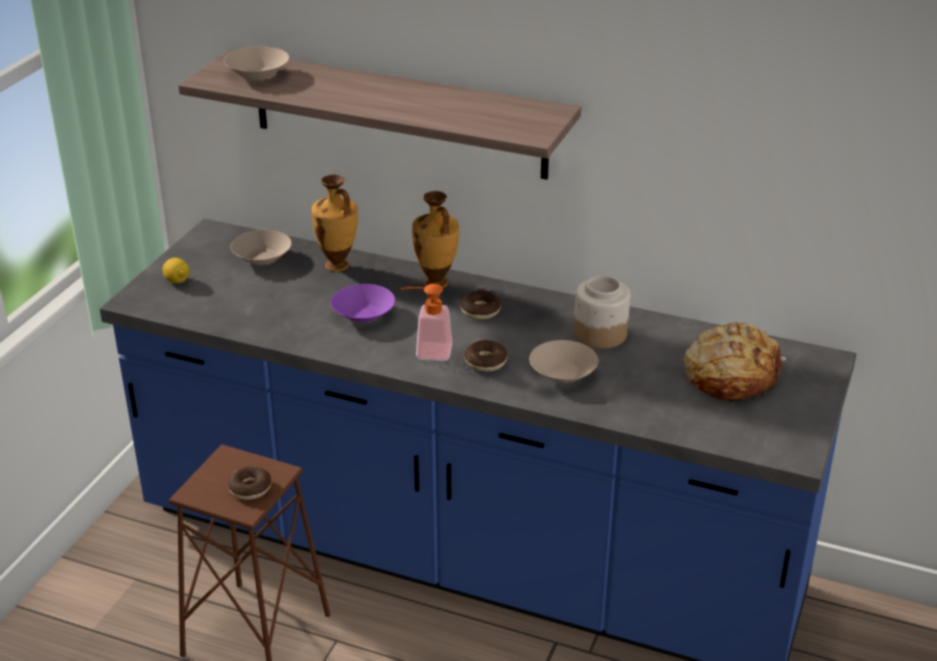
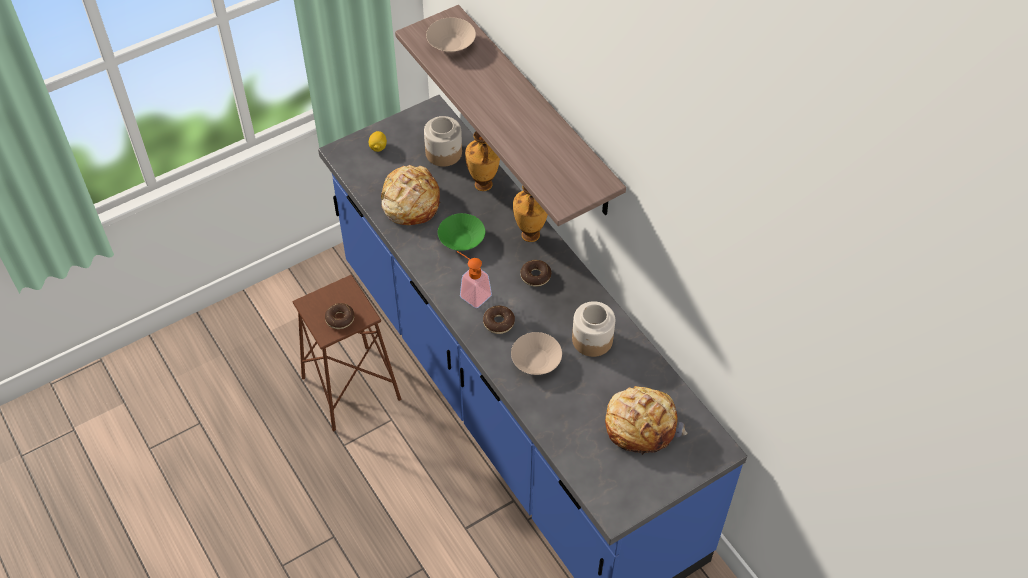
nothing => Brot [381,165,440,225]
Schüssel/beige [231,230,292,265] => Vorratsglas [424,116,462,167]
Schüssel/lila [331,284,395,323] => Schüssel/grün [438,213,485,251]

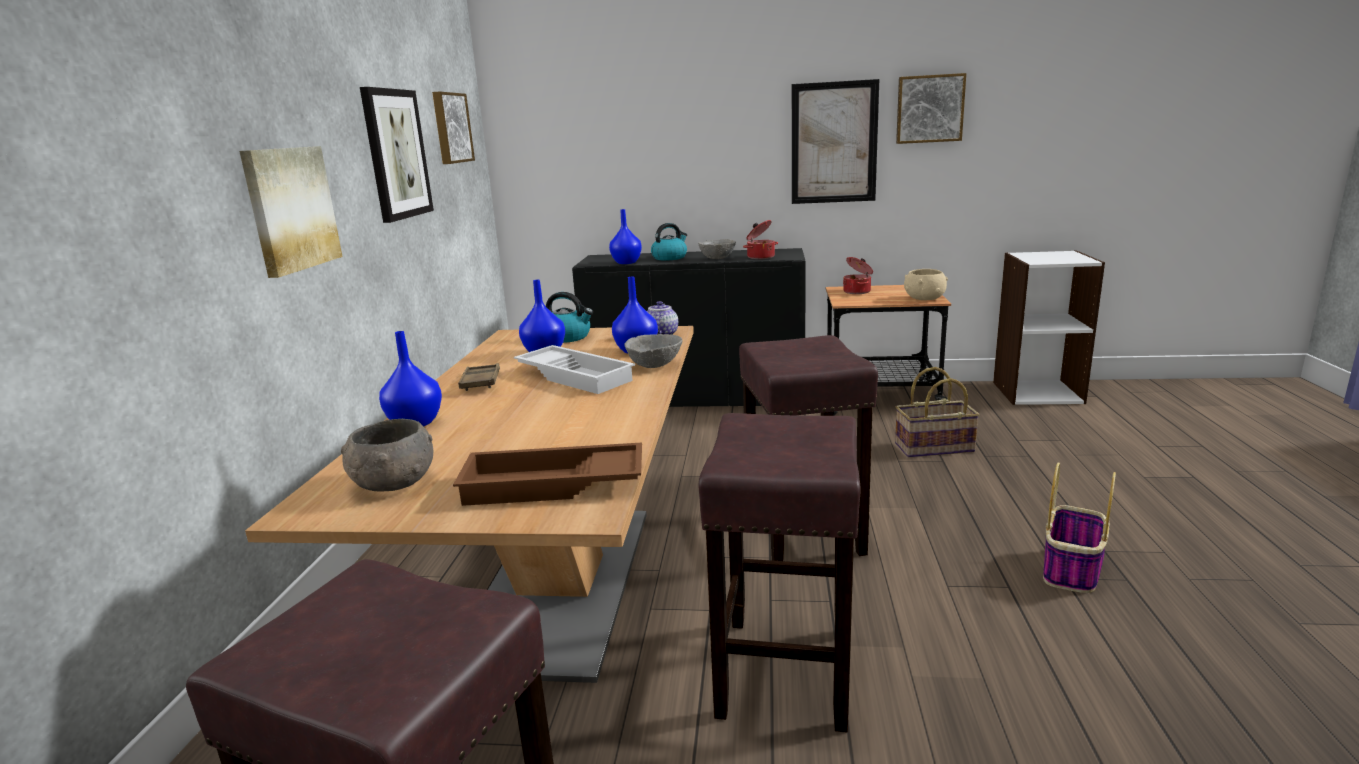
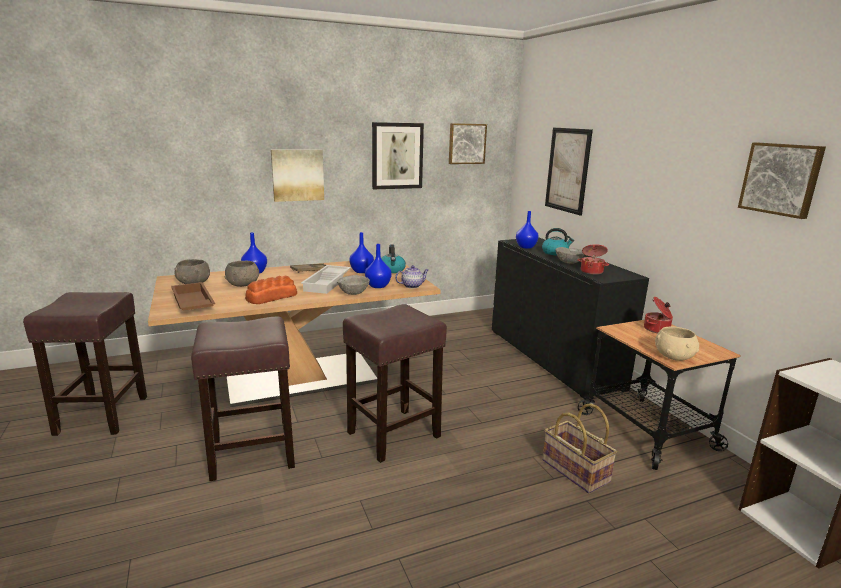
nothing => Schüssel/grau [225,261,259,287]
nothing => Brot [245,276,297,304]
Bild [792,79,879,204] => Bild [545,128,593,216], relocated
Korb [1043,462,1116,593] => nothing

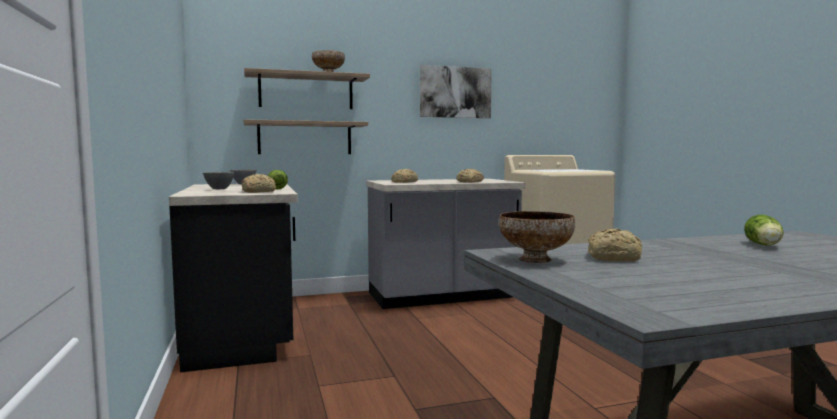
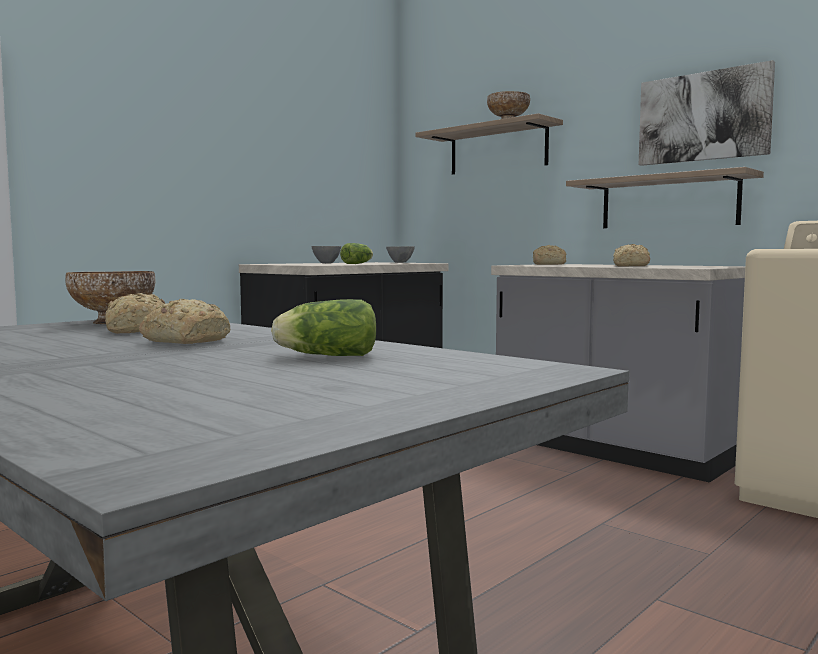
Brot [241,174,276,193] => Brot [139,299,230,344], relocated
Wandregal [243,119,368,154] => Wandregal [566,167,764,228], relocated

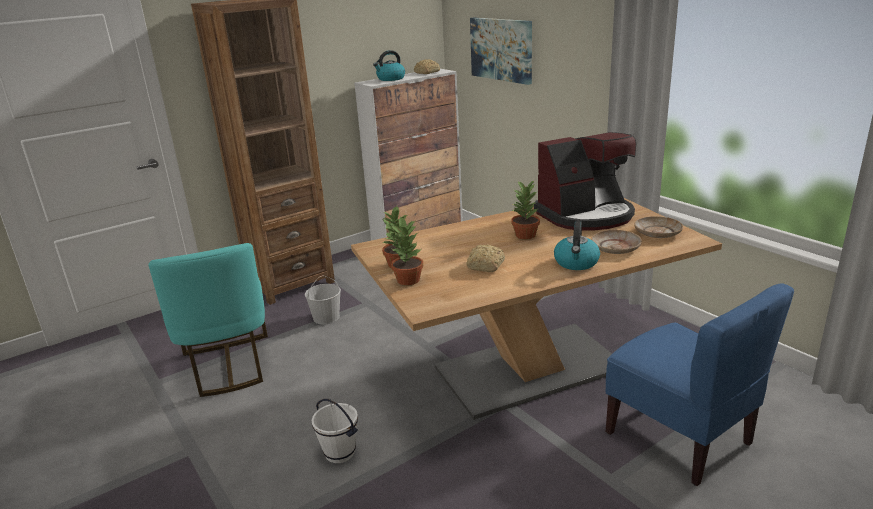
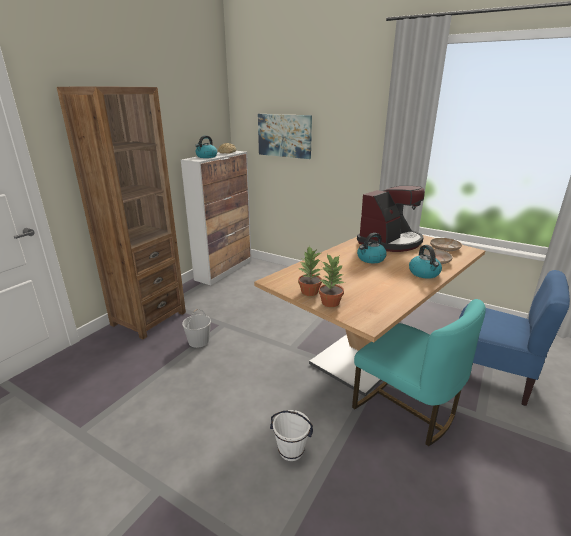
Stuhl/türkis [148,243,268,397] => Stuhl/türkis [352,299,486,446], relocated
Topfpflanze [511,180,540,239] => Wasserkessel [357,233,387,263]
Brot [466,245,505,272] => nothing

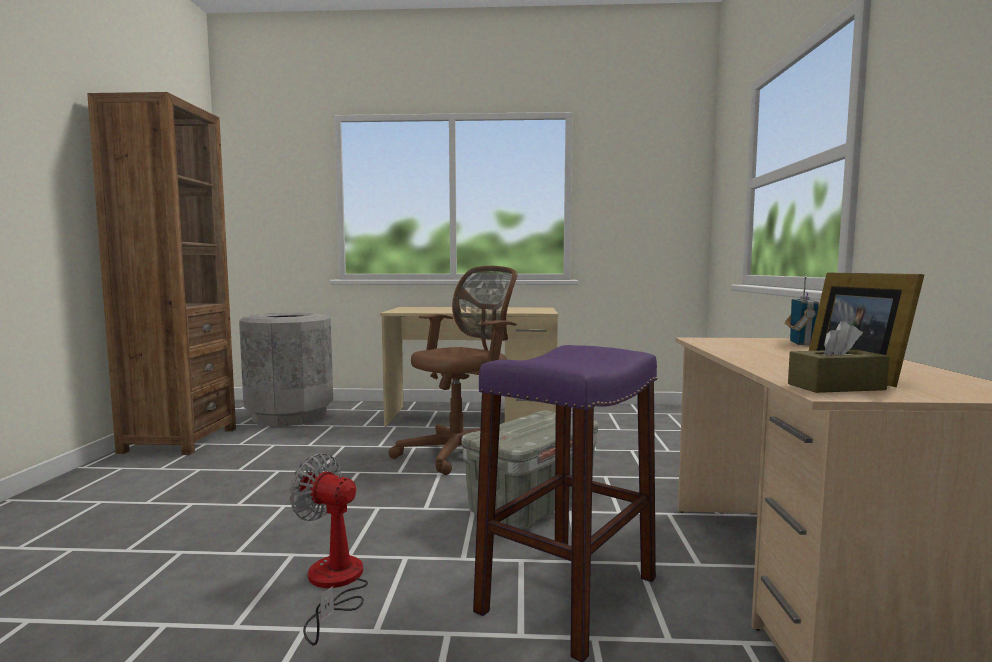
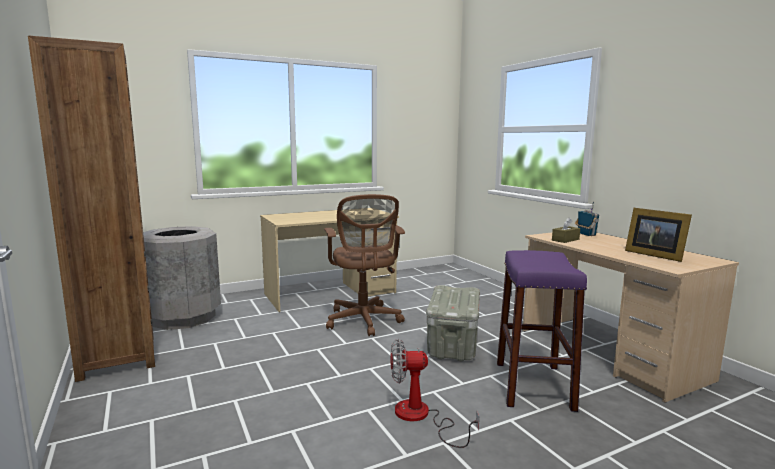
Bürostuhl/braun [388,266,518,475] => Bürostuhl/braun [324,194,405,336], 150 degrees clockwise
Taschentuchbox/braun [788,321,889,393] => Taschentuchbox/braun [552,217,580,243], relocated

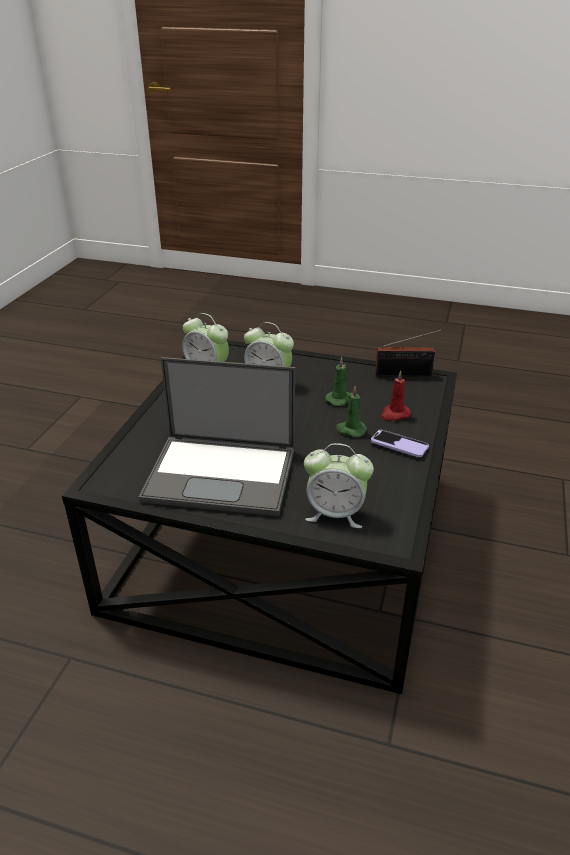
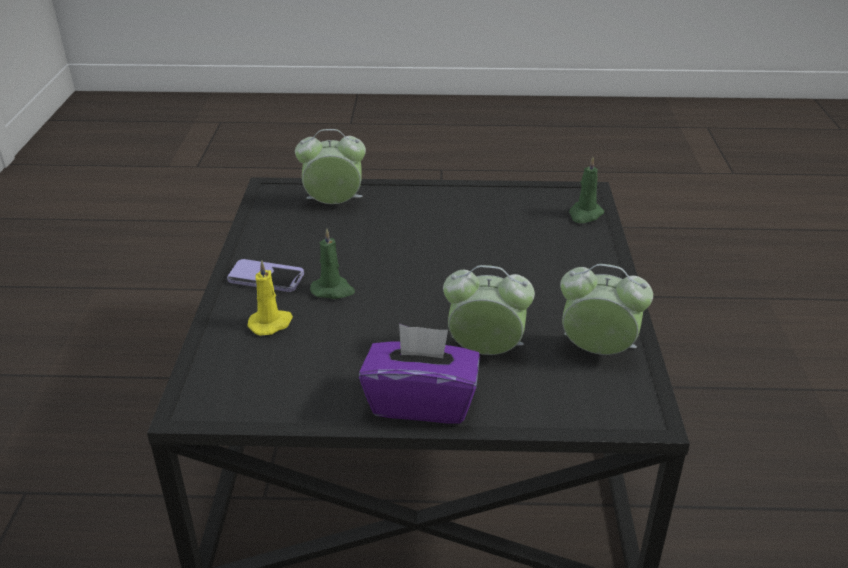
Kerze/rot [381,370,410,421] => Kerze/gelb [248,261,293,336]
nothing => Taschentuchbox/lila [359,324,480,423]
Kerze/grün [326,357,350,406] => Kerze/grün [569,157,604,223], relocated
Laptop [139,357,295,516] => nothing
Radio [375,329,444,377] => nothing

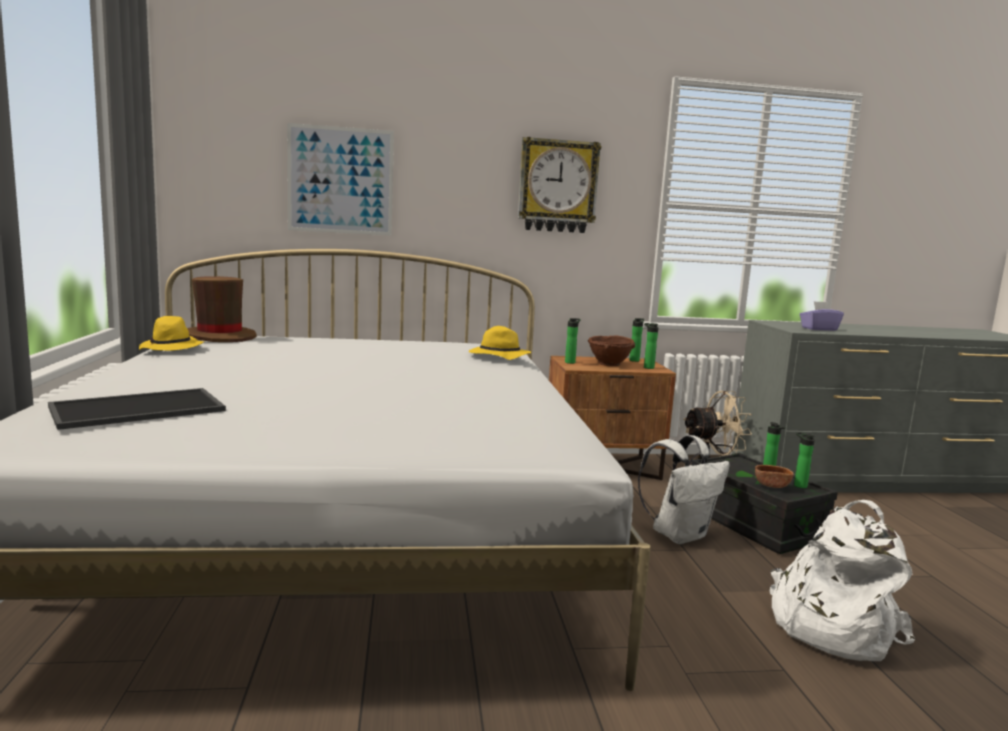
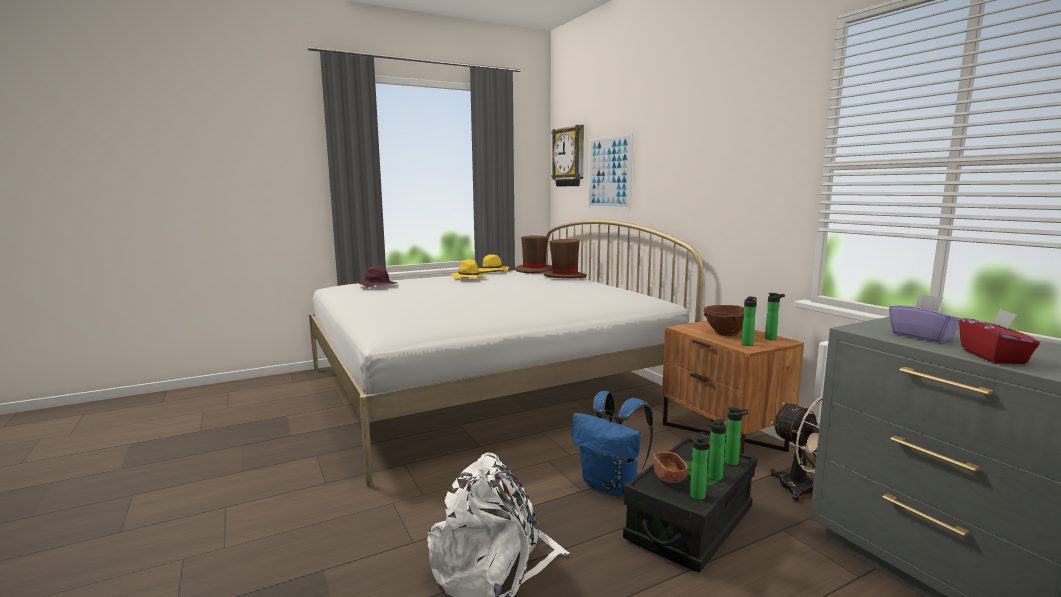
Tablett [48,388,226,430] => Hut/lila [356,265,397,288]
Hut/gelb [469,326,531,360] => Hut/gelb [451,259,486,279], relocated
nothing => Hut/braun [544,239,587,279]
Wanduhr [518,137,601,233] => Wanduhr [551,125,584,186], relocated
Rucksack/weiß [638,435,730,544] => Rucksack/blau [572,391,653,496]
Flasche [565,318,581,364] => Flasche [724,407,748,465], relocated
nothing => Taschentuchbox/rot [959,309,1040,364]

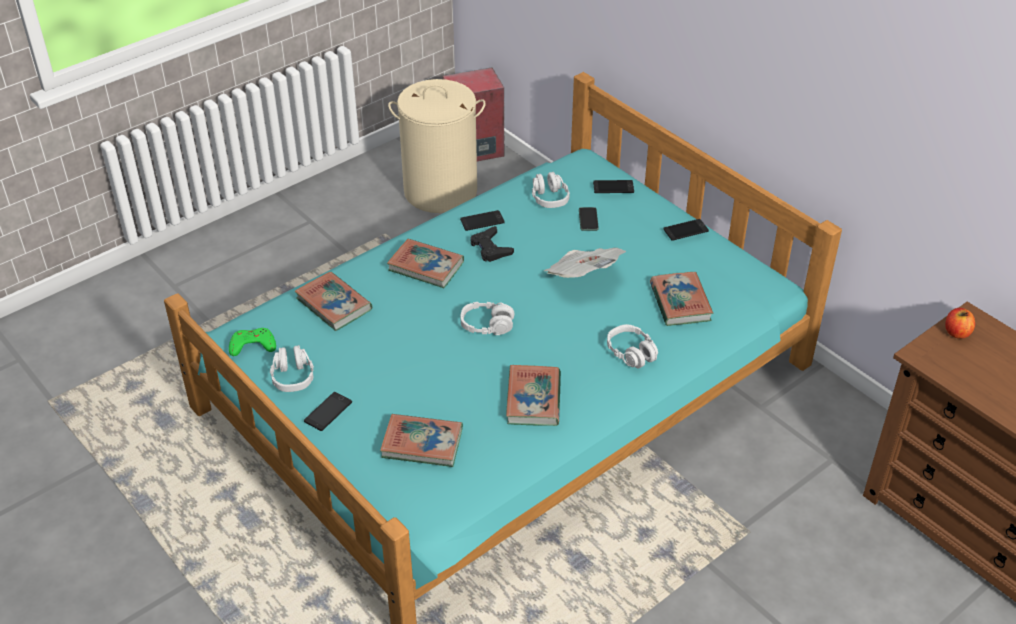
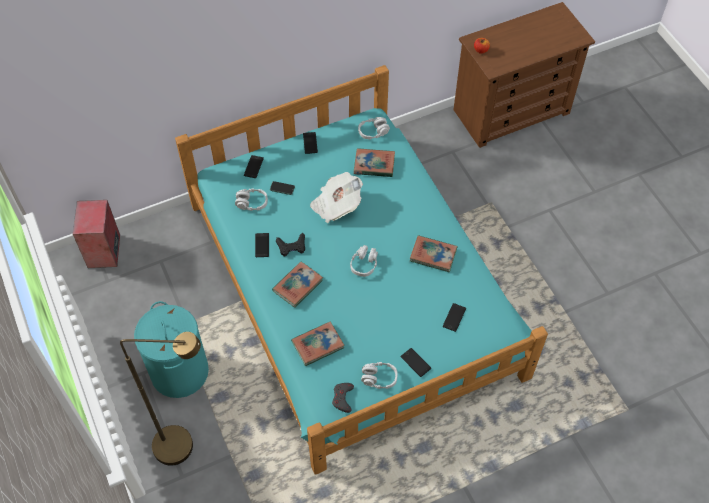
nothing => Stehlampe/braun [120,332,201,466]
nothing => Wäschekorb/türkis [134,301,209,398]
Gamepad/grün [229,328,276,356] => Gamepad/grau [332,383,354,413]
Kopfhörer/grau [607,324,658,369] => Kopfhörer/grau [358,117,390,139], relocated
Buch [380,414,463,467] => Handy [443,303,466,332]
Wäschekorb/beige [388,79,486,213] => nothing

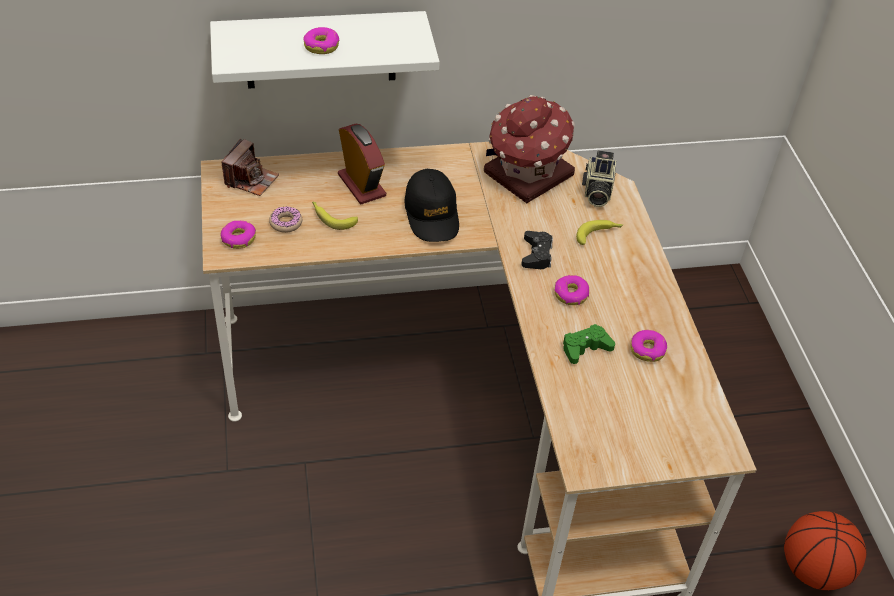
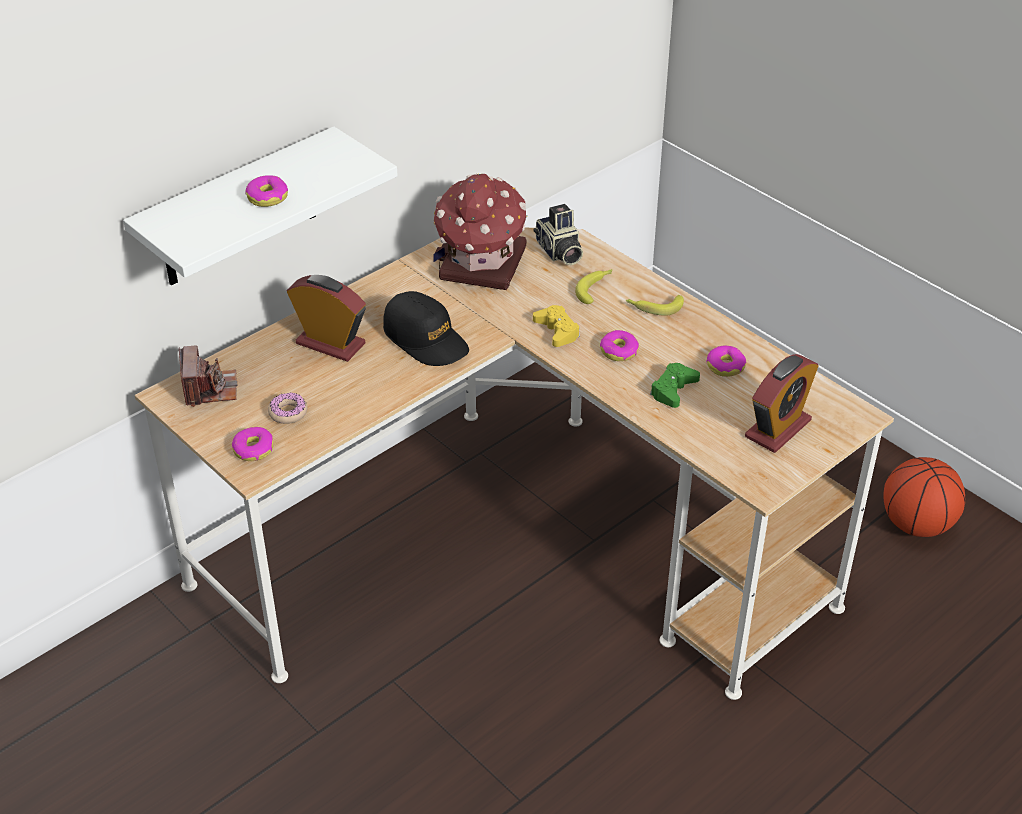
Gamepad/schwarz [521,231,553,269] => Gamepad/gelb [533,305,580,347]
Banane [312,202,358,230] => Banane [626,295,684,316], relocated
nothing => Wecker [745,354,818,453]

